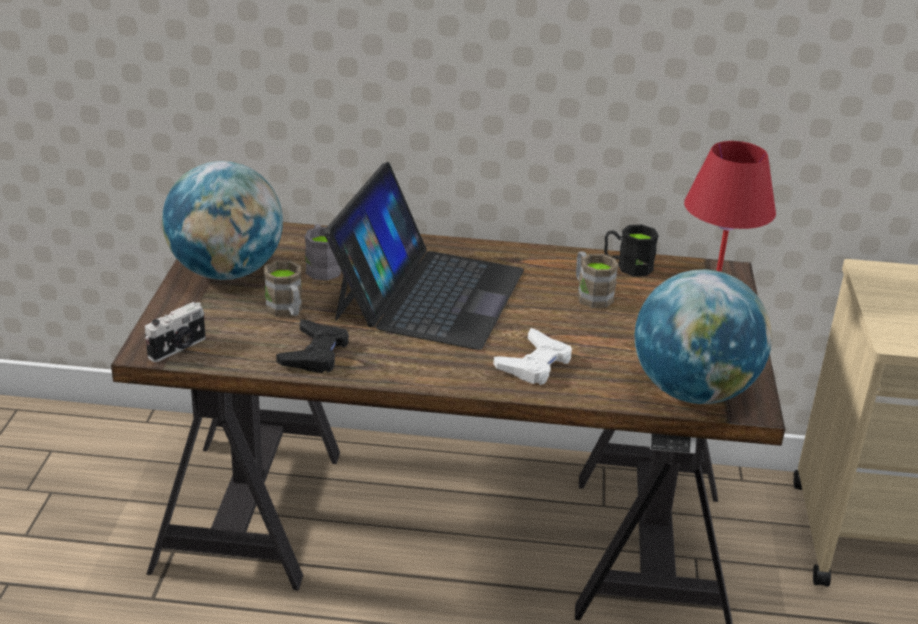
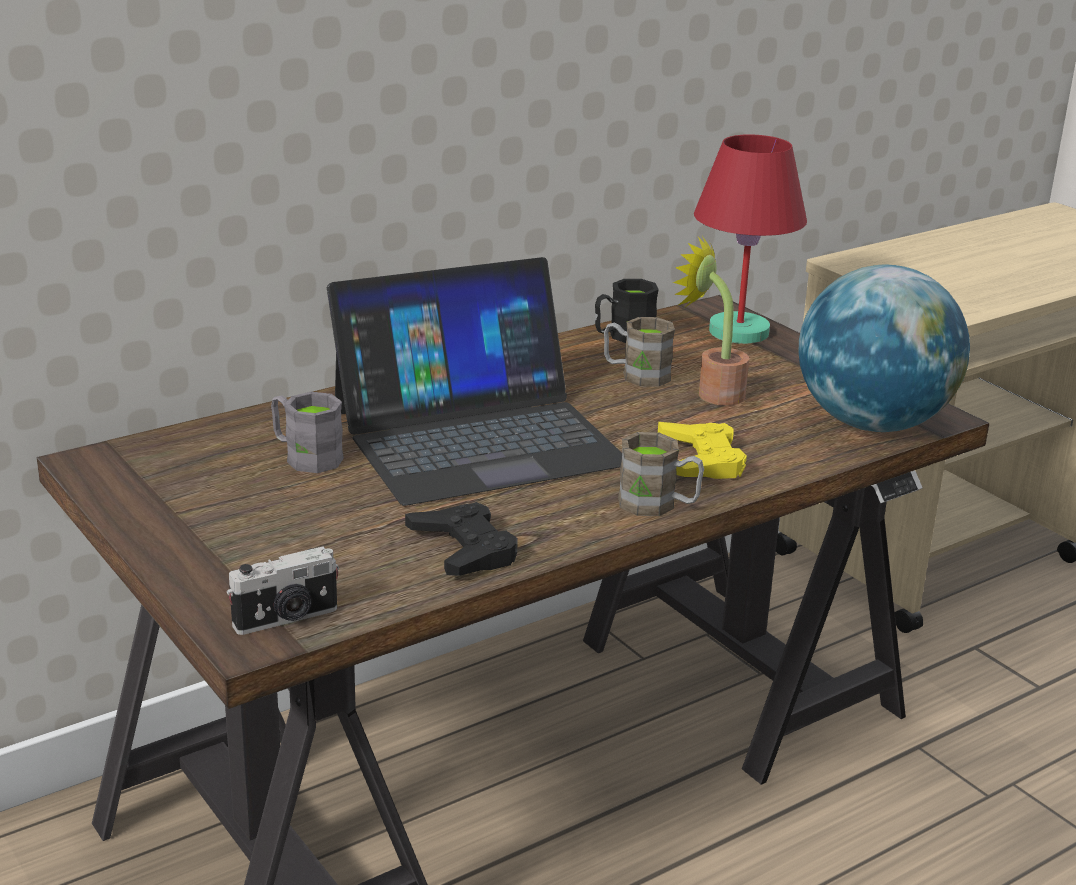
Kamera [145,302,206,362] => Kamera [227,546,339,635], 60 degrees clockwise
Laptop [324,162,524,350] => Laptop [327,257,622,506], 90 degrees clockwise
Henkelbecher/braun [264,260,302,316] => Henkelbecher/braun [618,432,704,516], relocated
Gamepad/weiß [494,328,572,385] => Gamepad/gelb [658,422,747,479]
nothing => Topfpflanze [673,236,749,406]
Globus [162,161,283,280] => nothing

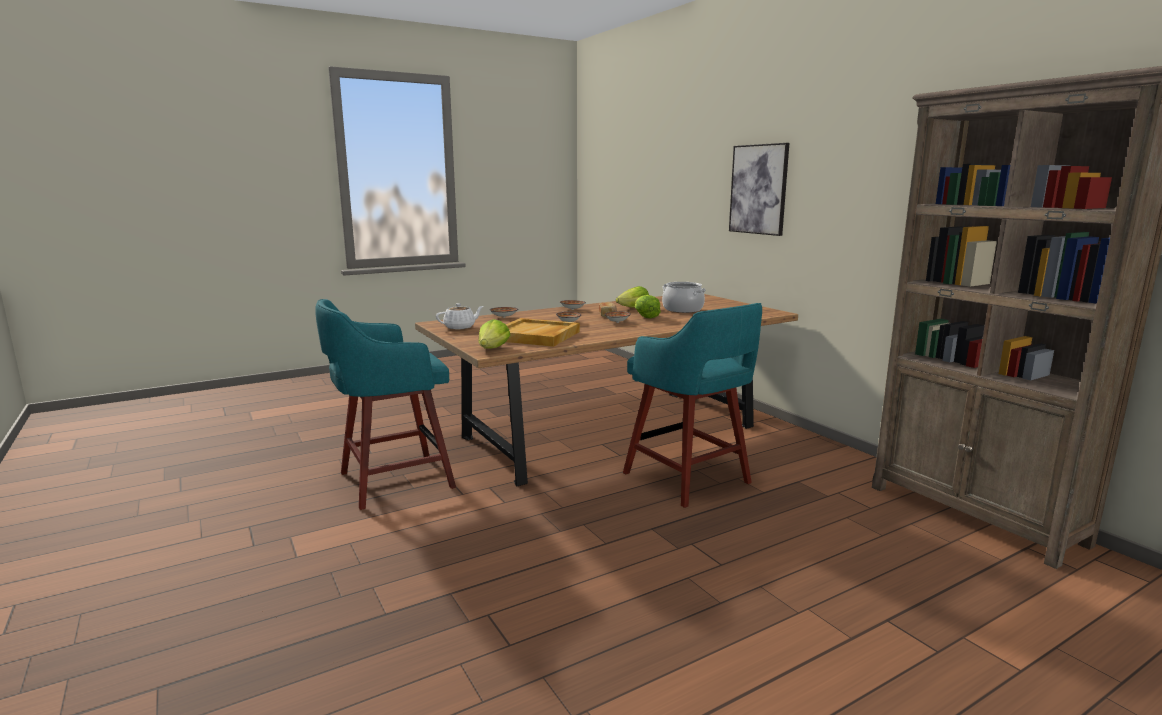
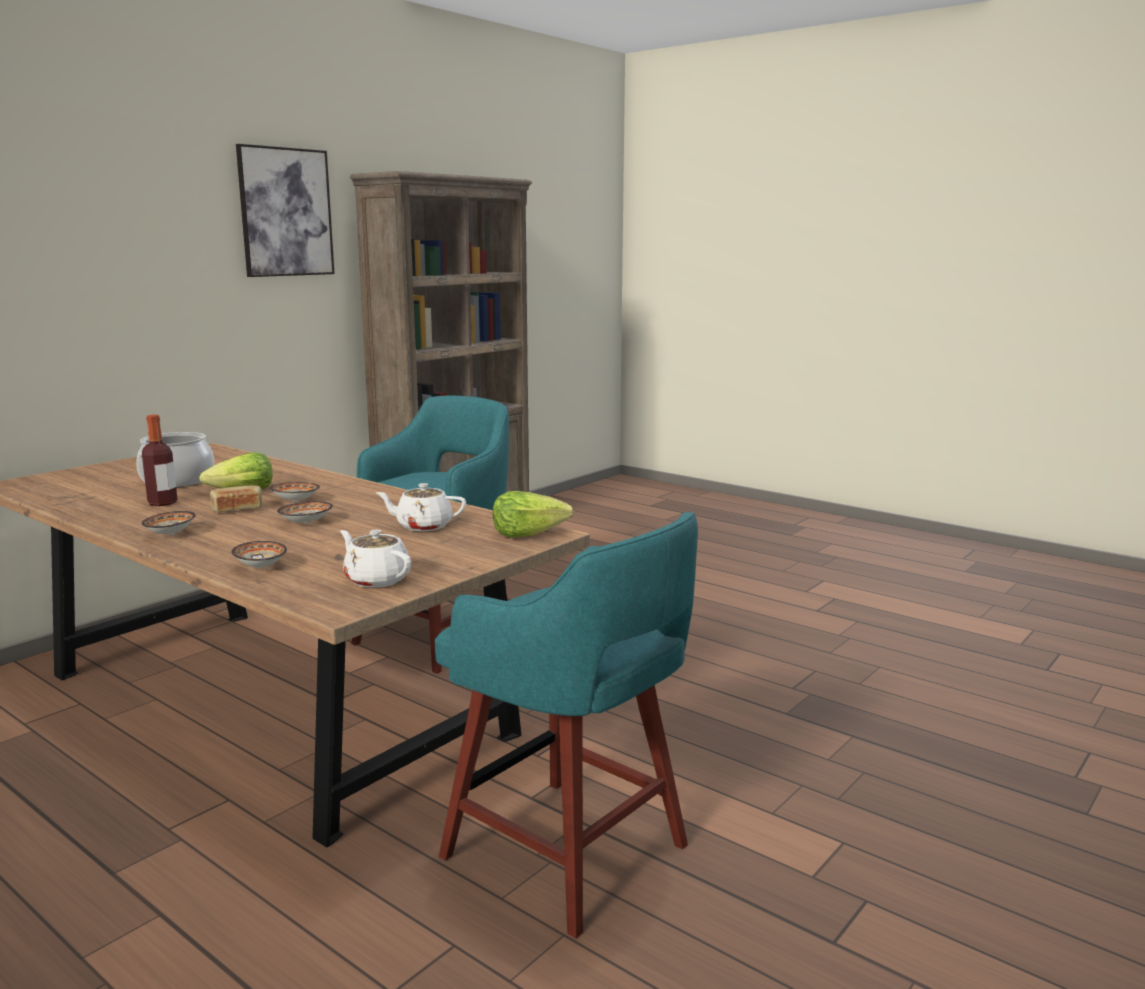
Salatkopf [616,286,649,308] => Flasche [142,415,178,506]
Bild [729,143,789,236] => Bild [236,144,335,277], relocated
Tablett/beige [506,318,580,347] => Teekanne/weiß [376,483,466,531]

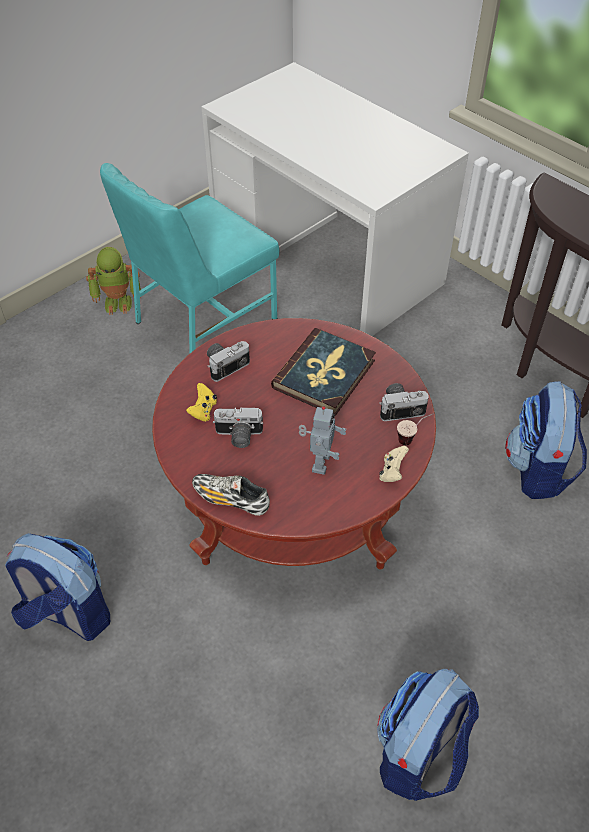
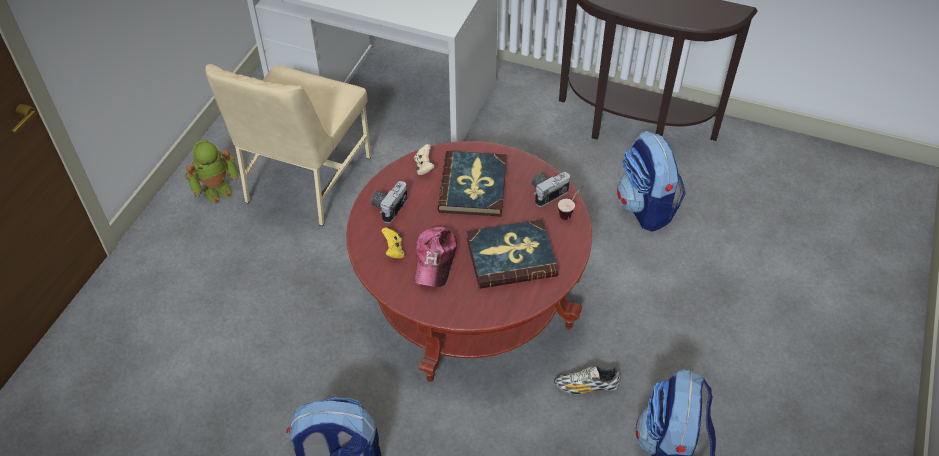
Stuhl/türkis [100,163,279,353] => Stuhl/beige [205,64,372,226]
Gamepad/beige [379,446,409,482] => Gamepad/beige [414,144,435,175], relocated
Kamera [213,407,263,448] => Kappe [415,227,457,287]
Spielzeugroboter [299,406,346,475] => Buch [467,220,559,289]
Schuh [192,474,270,516] => Schuh [554,366,620,395], relocated

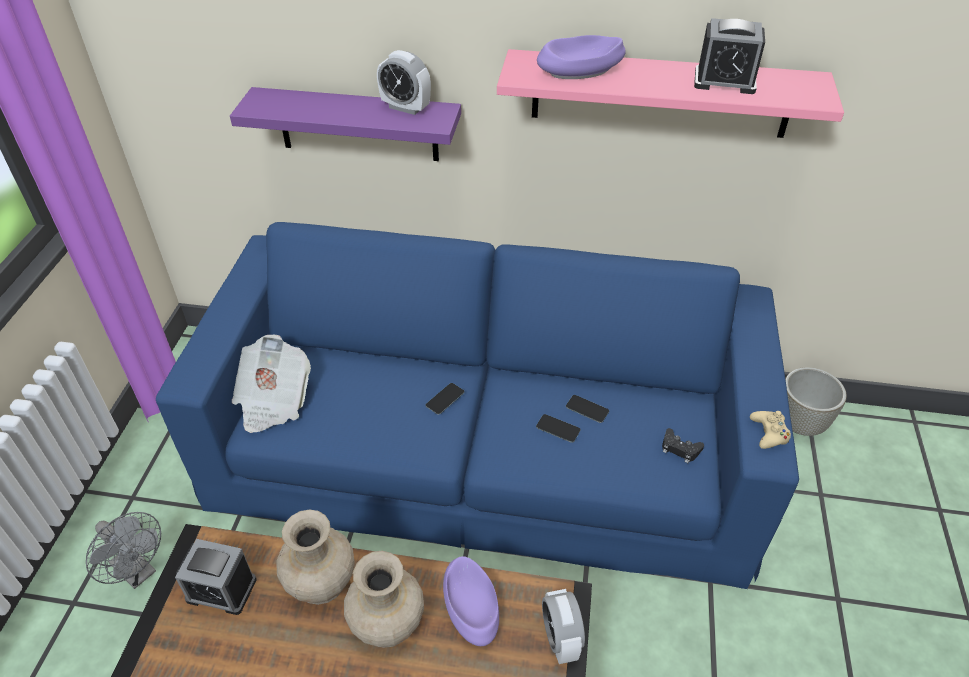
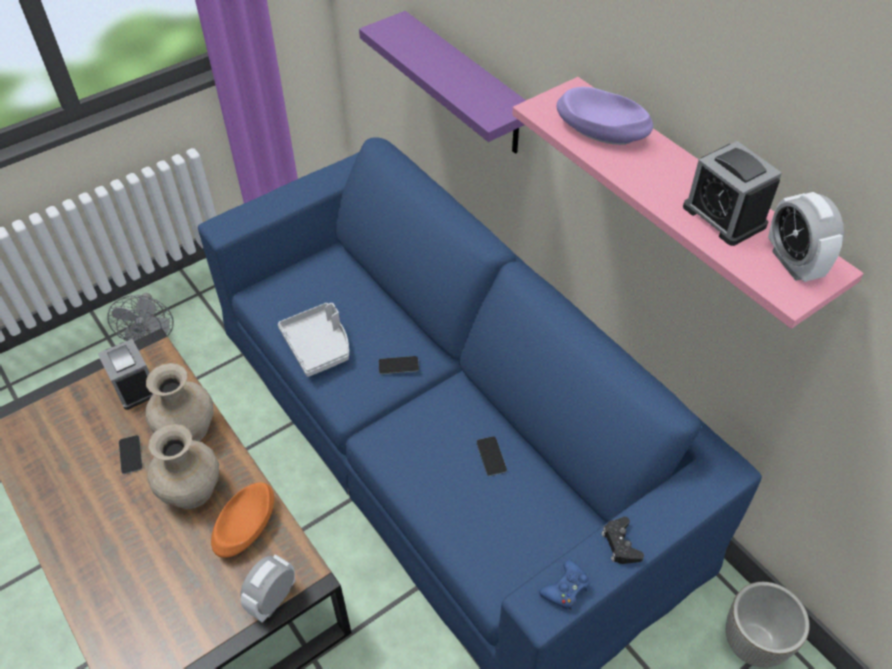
Handy [536,414,580,443] => Handy [119,435,143,474], relocated
Schüssel/lila [443,556,499,646] => Schüssel/orange [211,482,274,558]
nothing => Tablett/grau [278,303,349,377]
Gamepad/beige [750,411,791,449] => Gamepad/blau [539,560,590,610]
Gamepad/schwarz [662,428,704,463] => Gamepad/schwarz [601,517,644,564], relocated
Wecker [377,50,431,115] => Wecker [768,192,844,282], relocated
Zeitung [232,334,311,433] => nothing

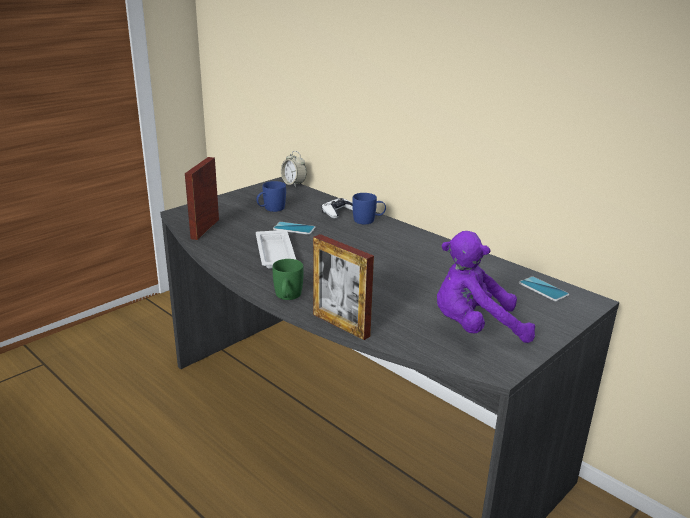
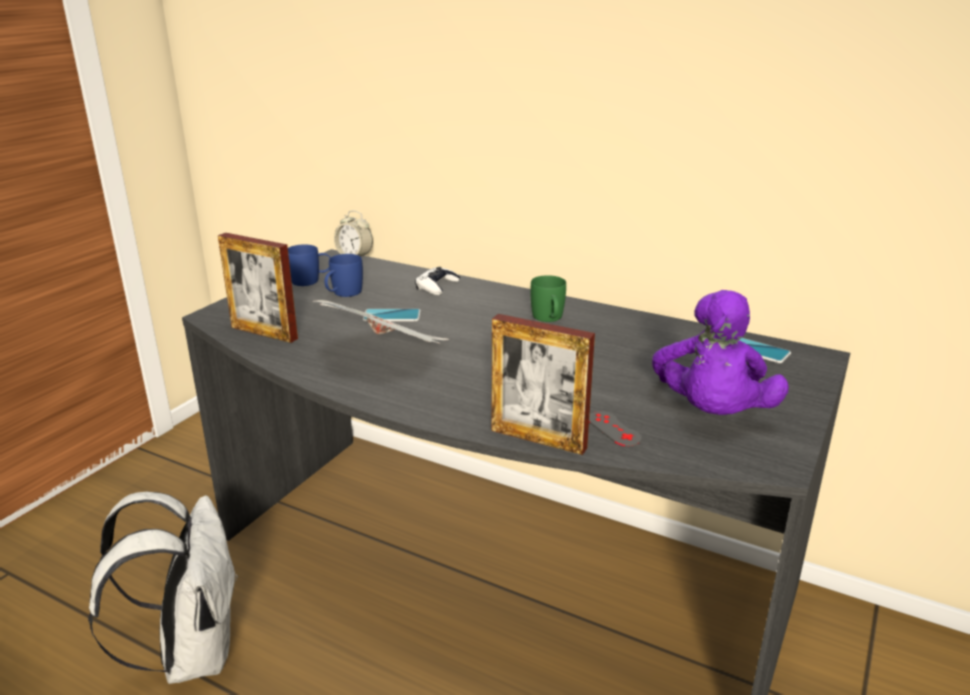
nothing => Rucksack/weiß [88,492,238,684]
Bilderrahmen [185,157,219,240] => Bilderrahmen [218,233,298,343], 60 degrees counterclockwise
Henkelbecher/blau [352,193,386,224] => Henkelbecher/blau [288,245,331,286], relocated
Tablett/weiß [256,230,296,269] => Zeitung [313,300,449,344]
Henkelbecher/grün [273,259,304,300] => Henkelbecher/grün [531,275,566,322], relocated
nothing => Gamepad/grau [589,411,642,447]
Plüschtier/lila [437,231,535,343] => Plüschtier/lila [652,290,789,415], 60 degrees counterclockwise

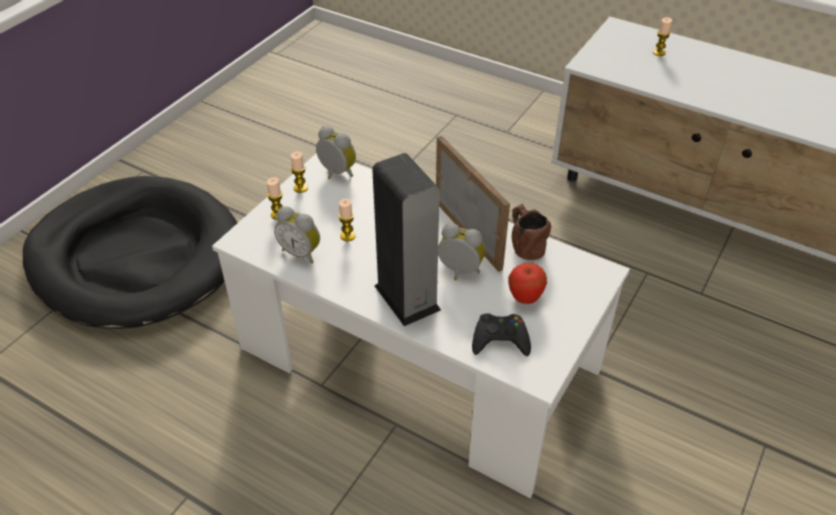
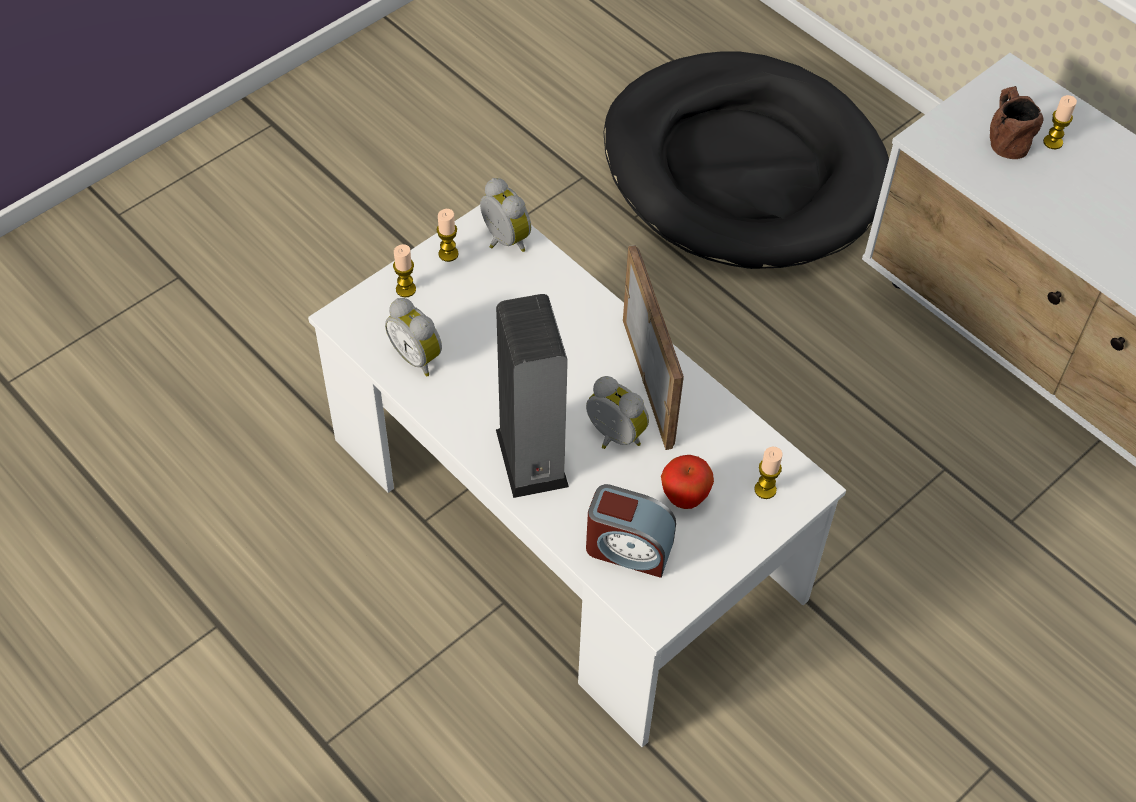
Gamepad/schwarz [472,313,531,356] => Wecker [586,484,676,578]
Hundebett/schwarz [23,176,237,329] => Hundebett/schwarz [604,51,889,269], relocated
Kerze [338,198,355,241] => Kerze [754,447,783,499], relocated
Henkelbecher/braun [512,204,551,260] => Henkelbecher/braun [990,86,1044,159], relocated

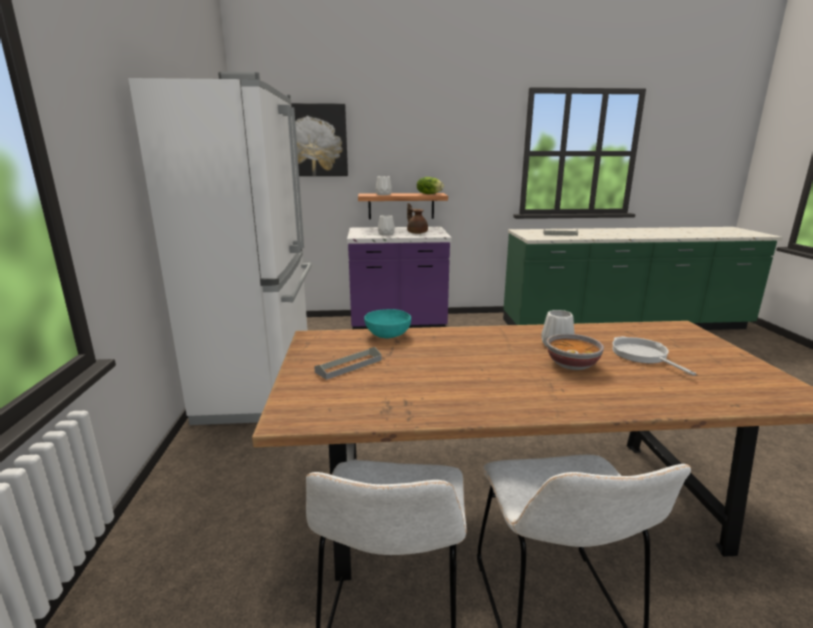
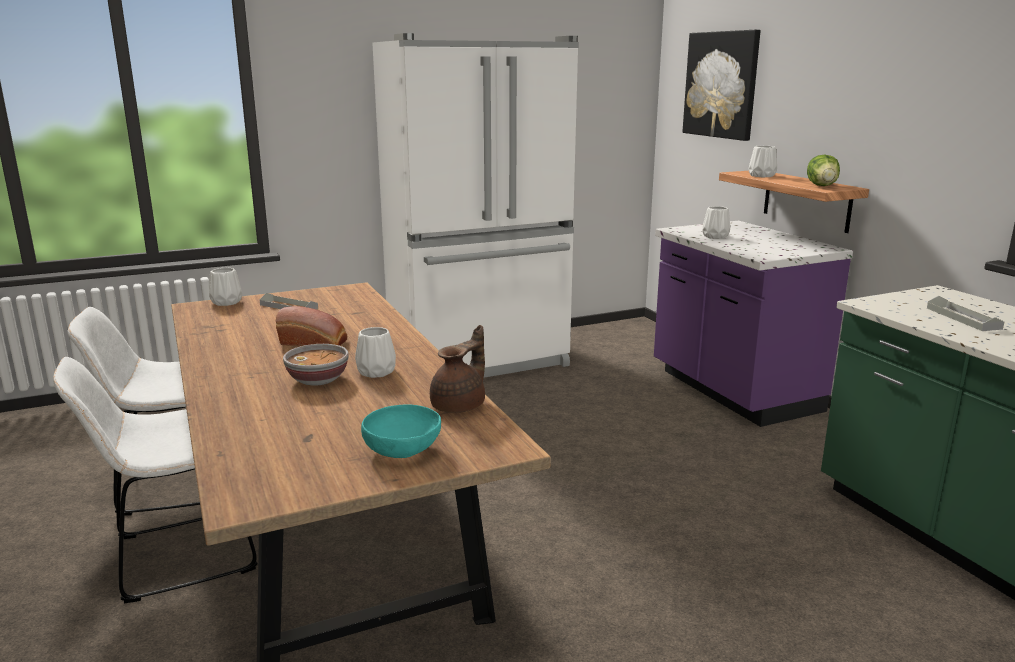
nothing => Vase/weiß [209,268,243,306]
nothing => Brot [276,306,347,346]
Schüssel/türkis [364,309,411,339] => Schüssel/türkis [361,405,441,458], relocated
Teekanne/braun [407,203,428,234] => Teekanne/braun [430,325,485,413], relocated
Pfanne [613,336,696,375] => nothing

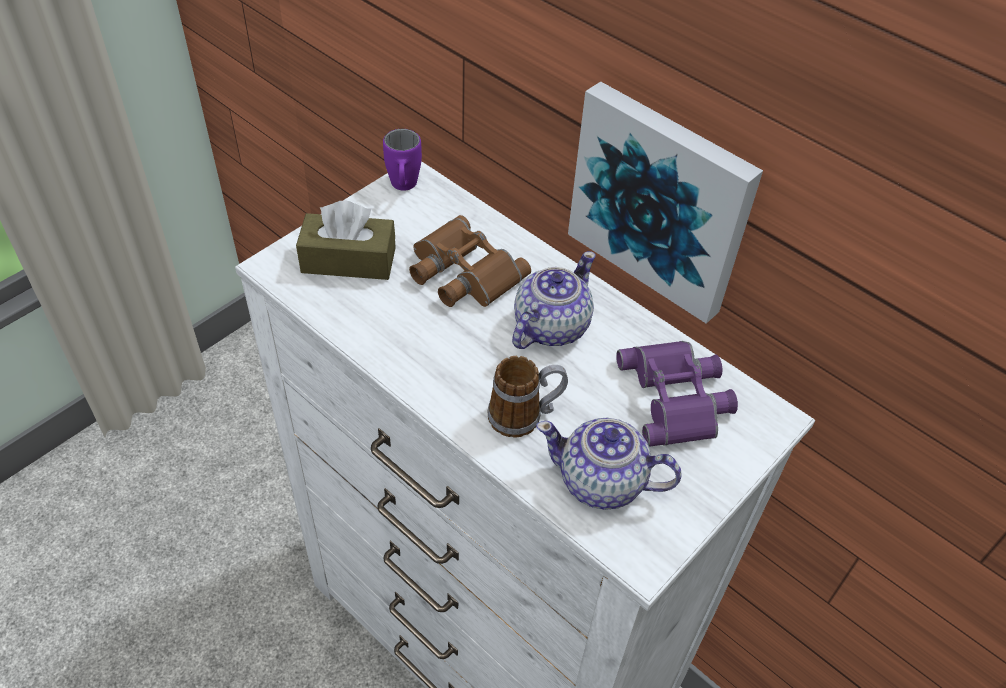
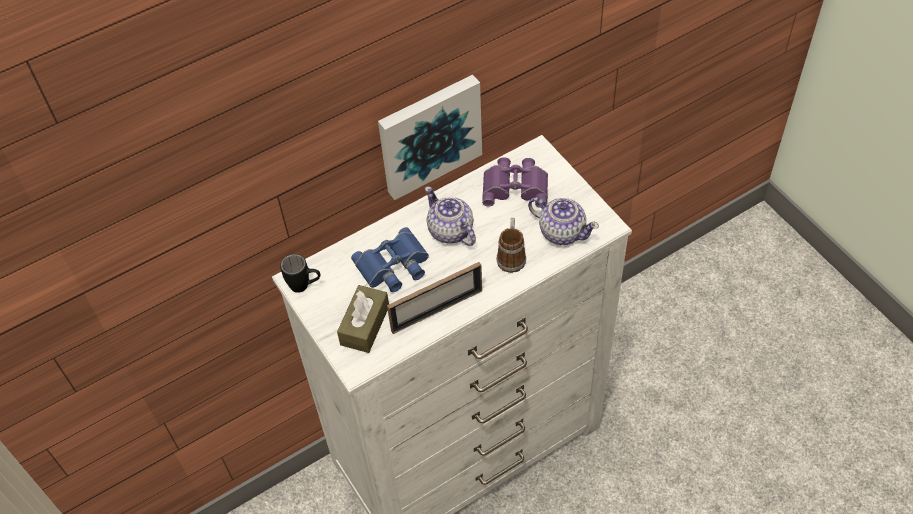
Henkelbecher/lila [383,129,422,191] => Henkelbecher/schwarz [280,254,320,293]
Fernglas/braun [409,215,531,307] => Fernglas/blau [351,227,429,292]
nothing => Bilderrahmen [387,262,482,334]
Teekanne [536,418,682,510] => Teekanne [528,197,599,245], 90 degrees counterclockwise

